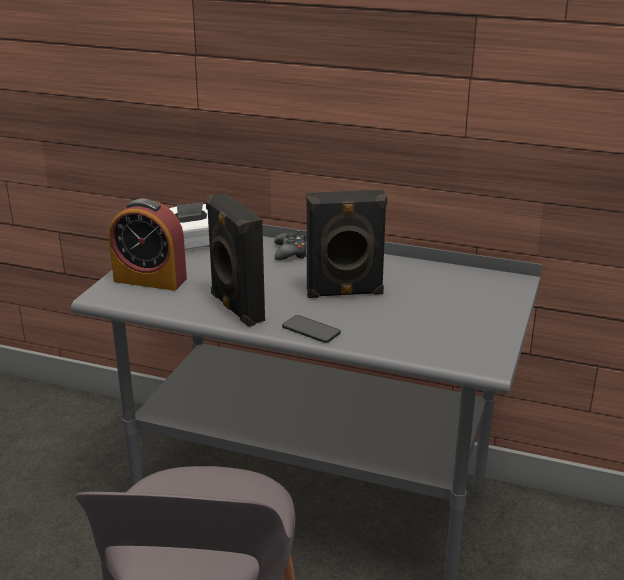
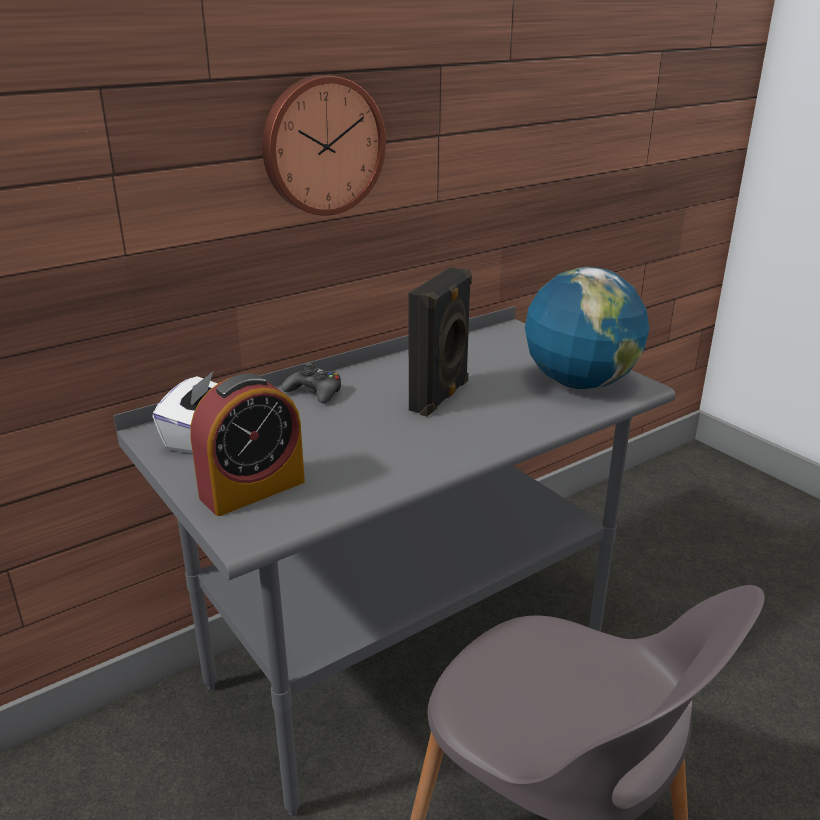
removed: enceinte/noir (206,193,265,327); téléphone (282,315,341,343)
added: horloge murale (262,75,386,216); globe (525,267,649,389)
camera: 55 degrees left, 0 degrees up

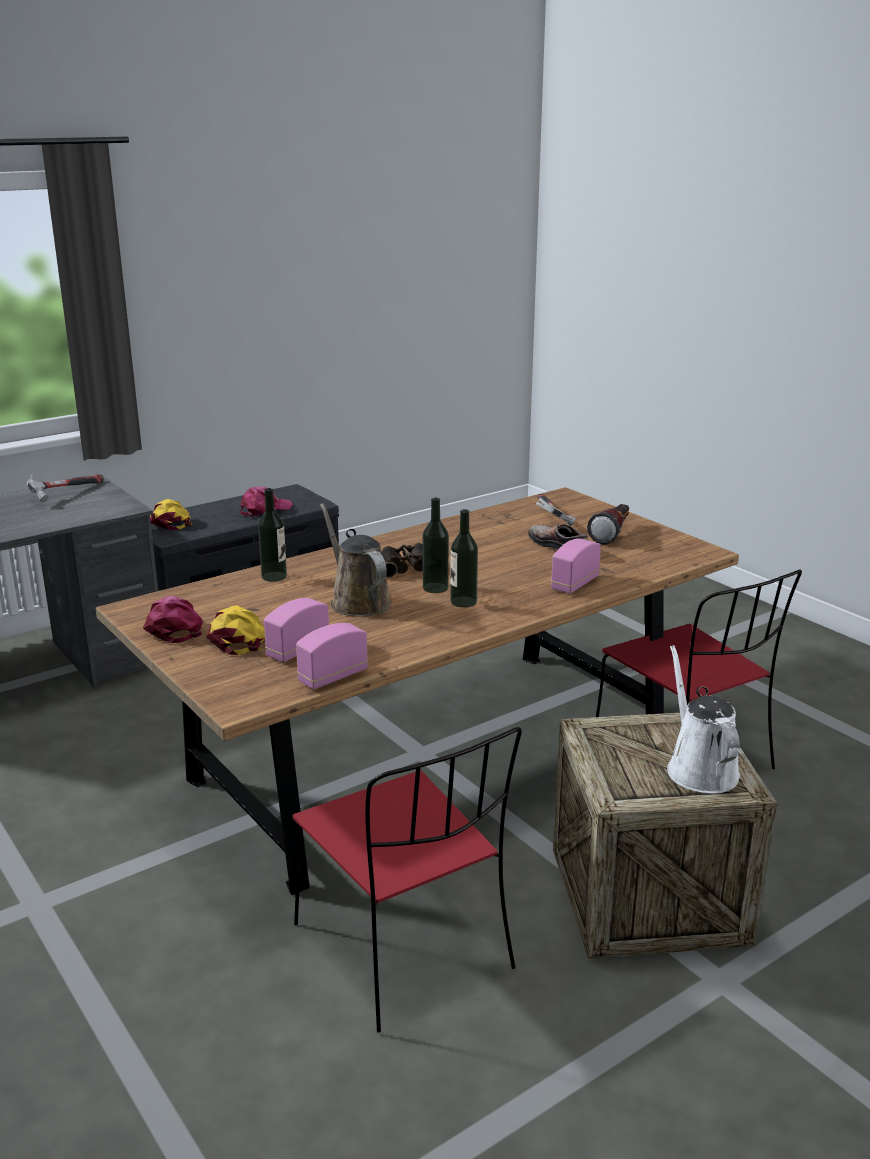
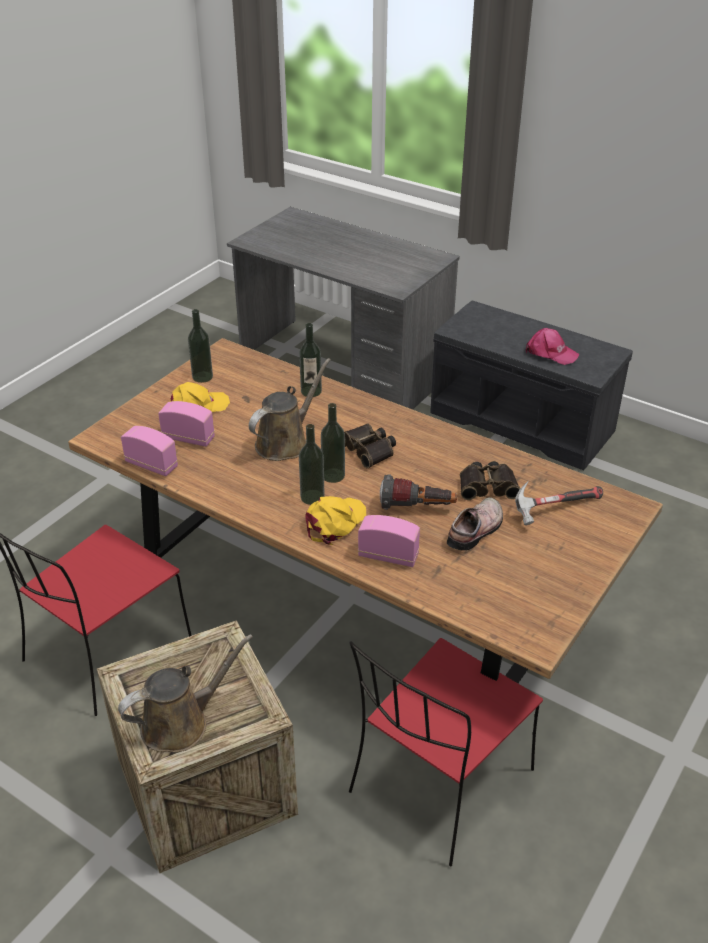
removed: marteau (27,470,104,502)
added: jumelles (460,461,520,500)
moved: casquette/jaune (150,499,192,530) to (305,496,366,545); lampe de poche (587,504,629,544) to (380,474,457,510)
replaced: casquette/rose (143,596,203,643) to bouteille (188,309,213,383)
recoloured: arrosoir/blanc (667,645,740,794) to arrosoir/marron (118,634,253,752)
camera: 70 degrees right, 15 degrees up

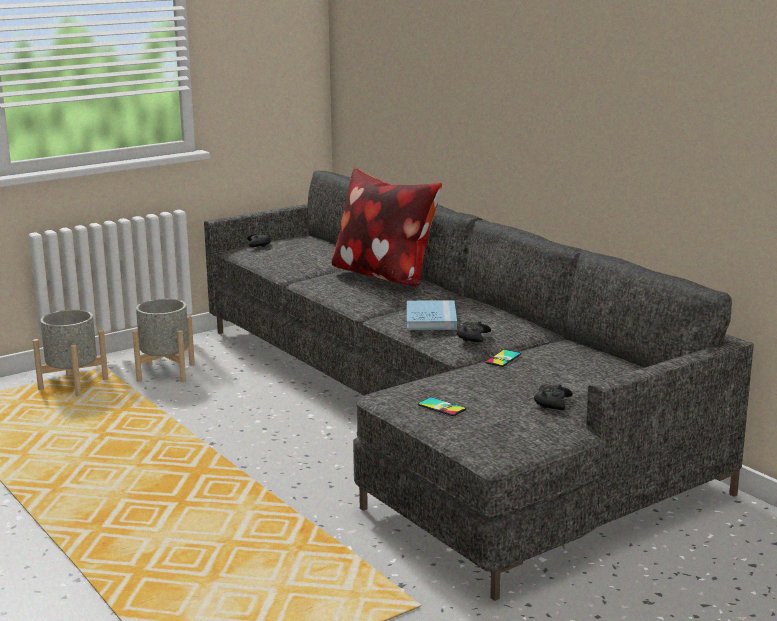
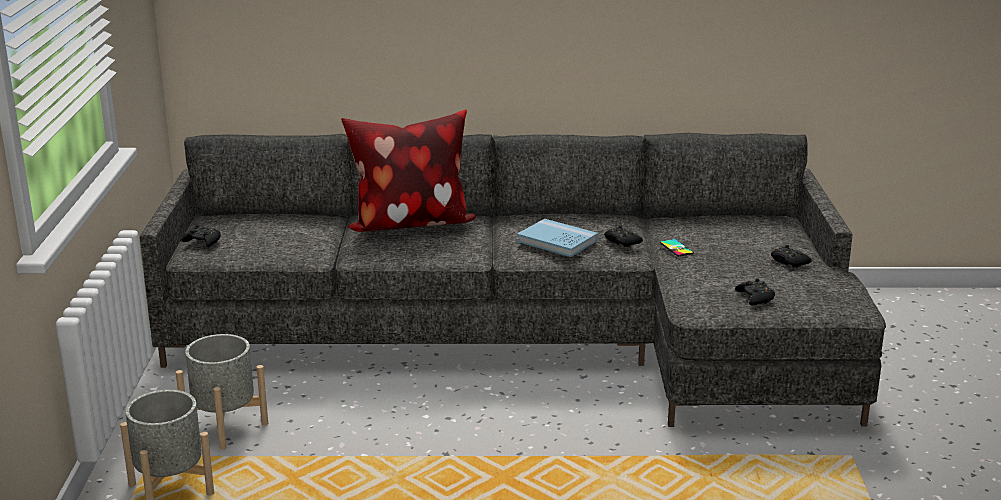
replaced: téléphone (418,397,466,416) to manette/noir (735,278,775,305)
camera: 55 degrees left, 5 degrees up

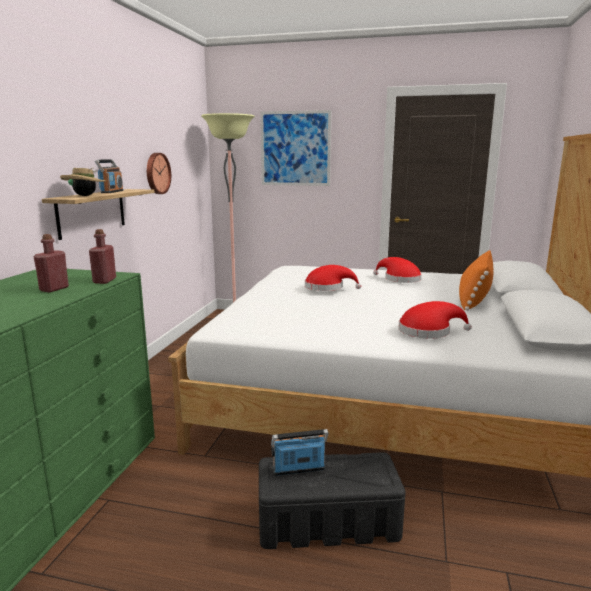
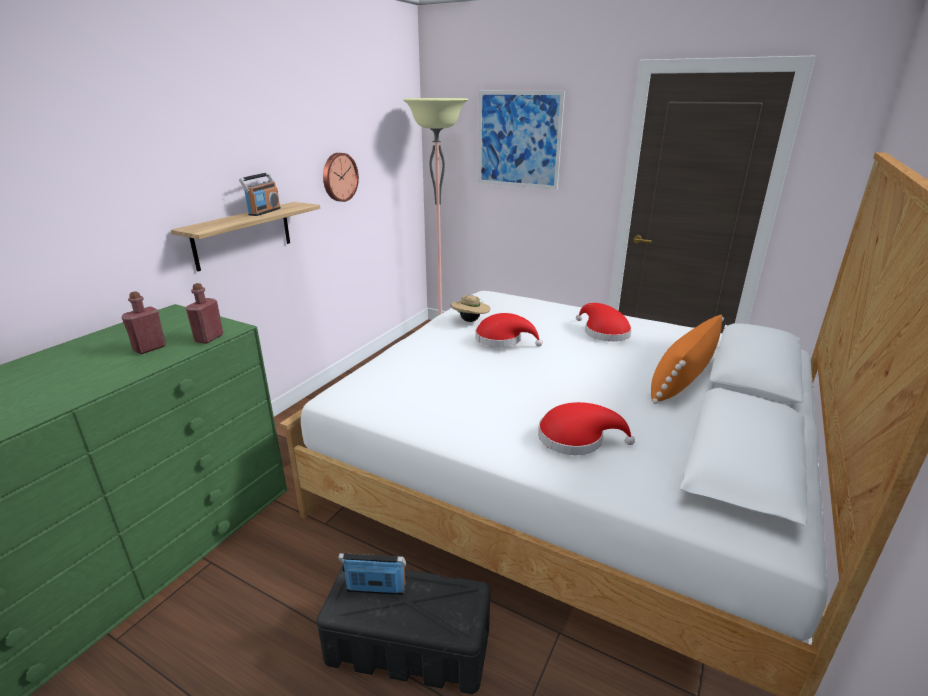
moved: chapeau/beige (60,168,106,196) to (451,295,490,322)
camera: 15 degrees right, 10 degrees up

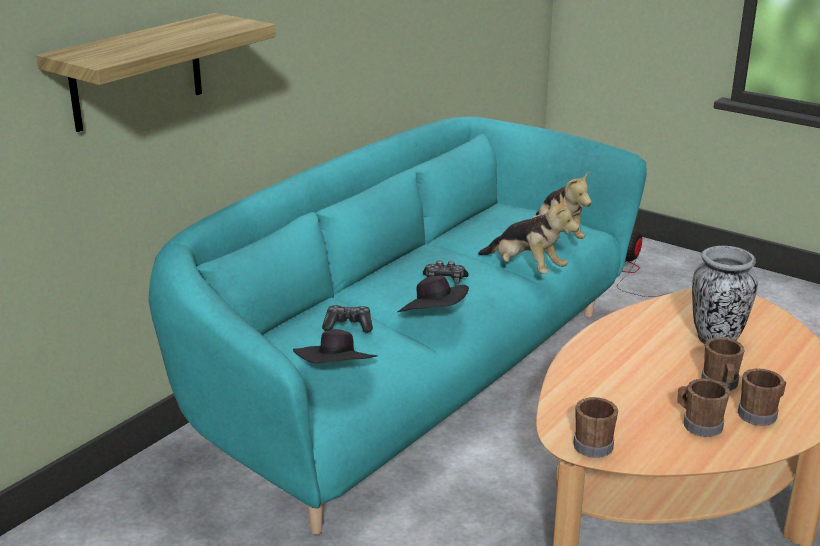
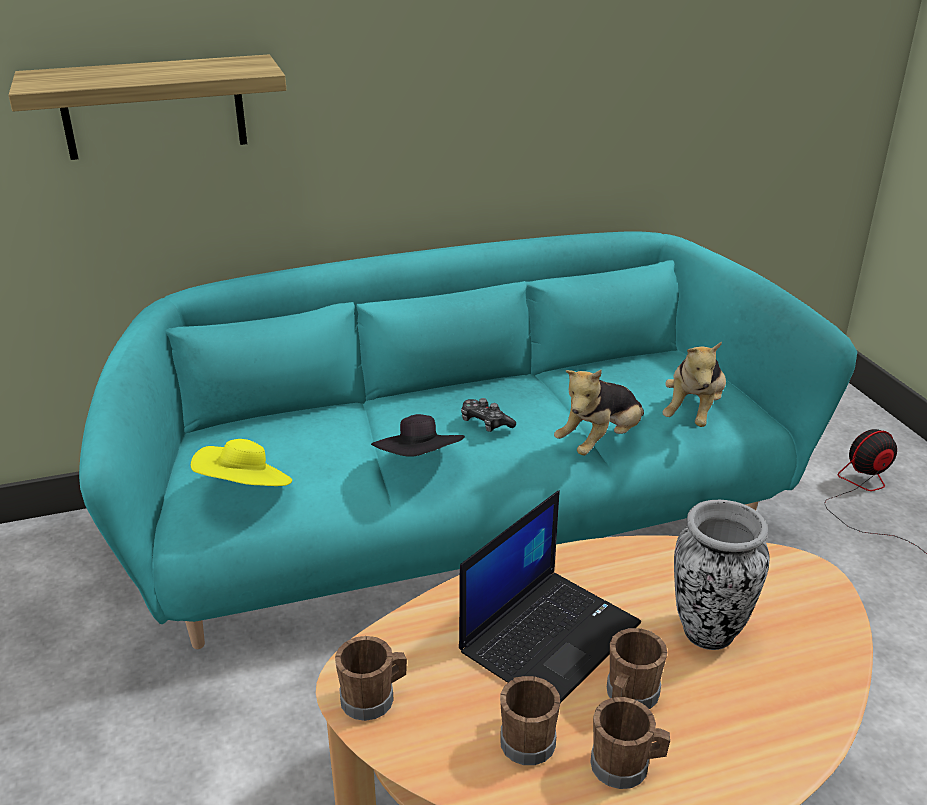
removed: manette (322,305,373,333)
added: ordinateur portable (459,491,641,703)
recoloured: chapeau/noir (293,329,378,363) to chapeau/jaune (191,439,292,486)
turned: peluche (478,196,579,274) = (554,370,644,455) 60 degrees clockwise
camera: 35 degrees right, 5 degrees up

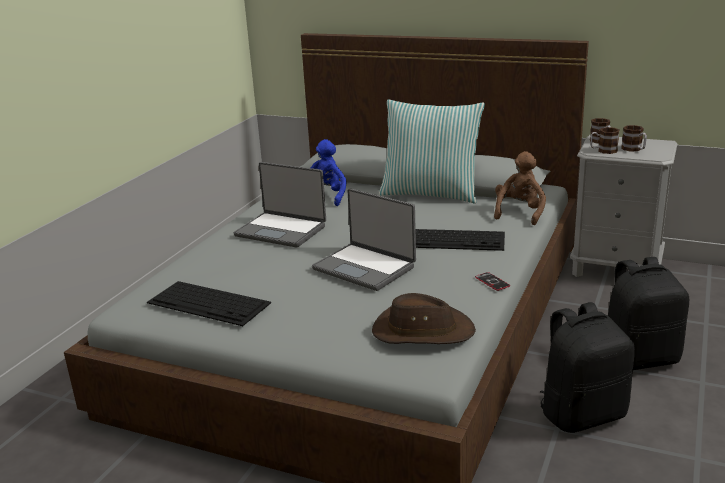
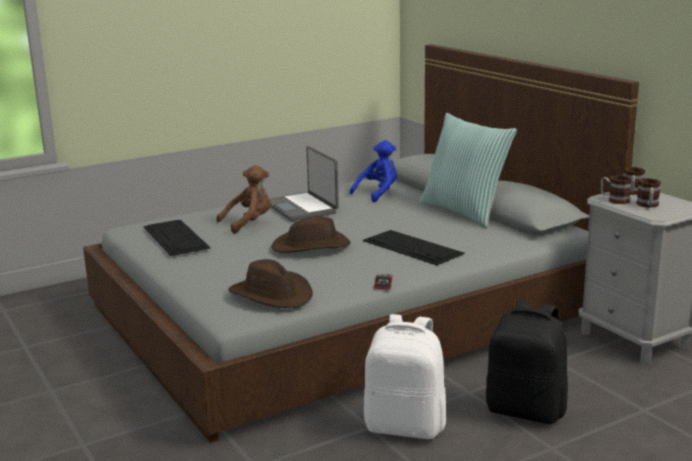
moved: peluche/marron (494,151,546,225) to (216,165,271,234)
replaced: ordinateur portable (312,188,416,291) to chapeau/marron (271,216,350,253)
recoloured: sac à dos/noir (540,302,635,433) to sac à dos/blanc (364,314,446,439)
camera: 35 degrees right, 5 degrees down

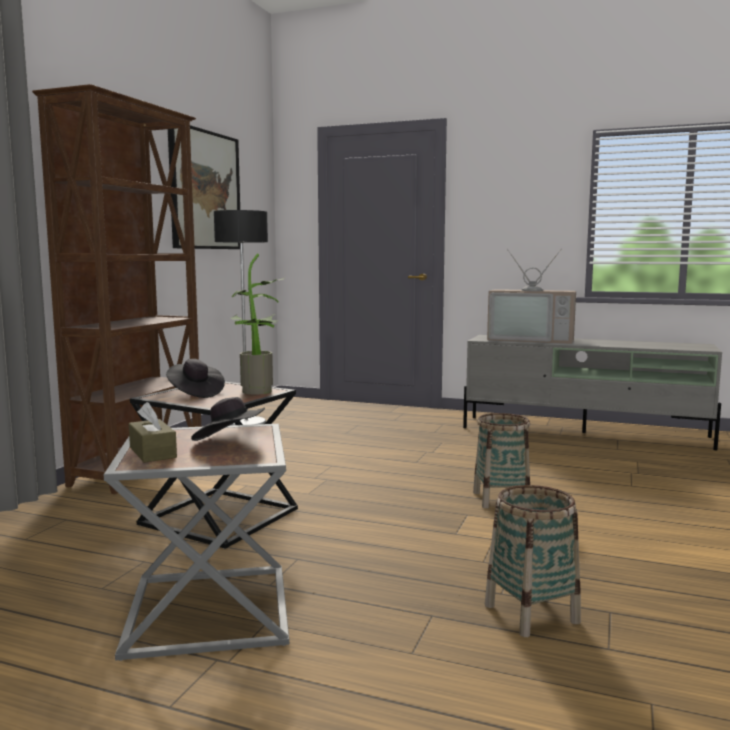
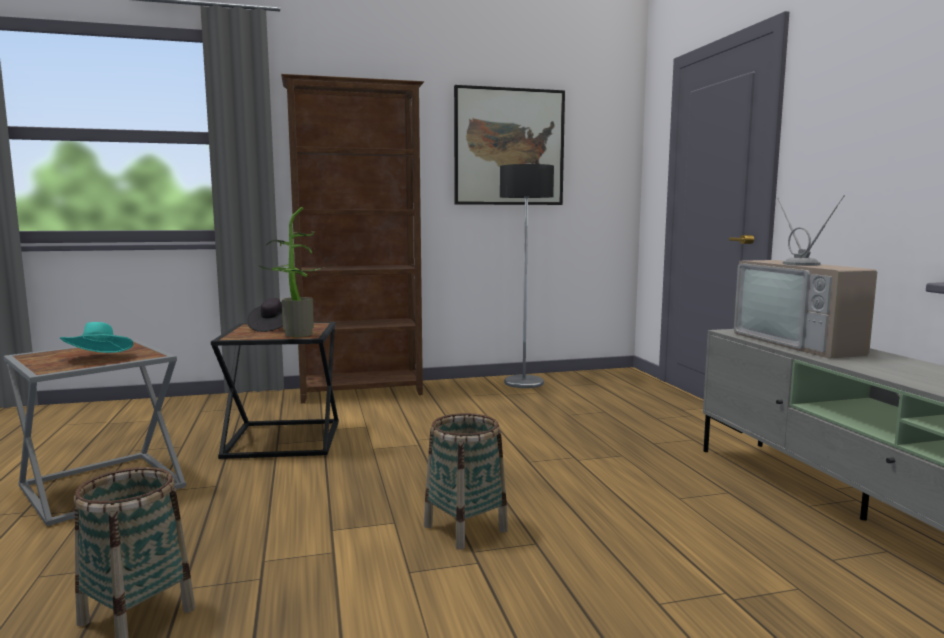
removed: boîte à mouchoirs/marron (129,402,177,463)
recoloured: chapeau/noir (191,397,265,441) to chapeau/turquoise (60,322,133,353)
camera: 55 degrees right, 0 degrees up

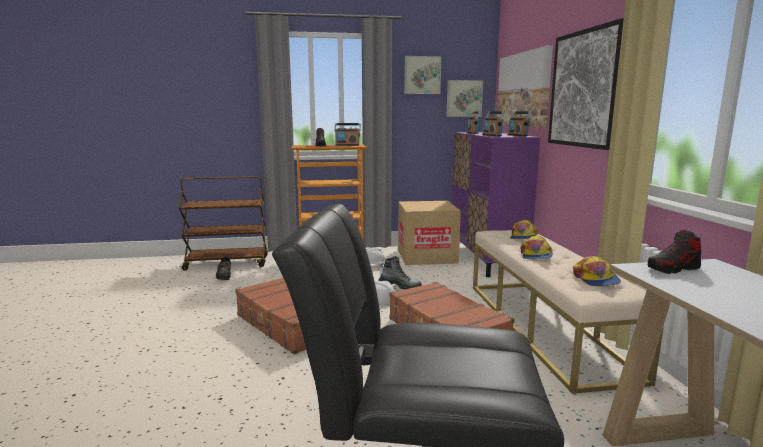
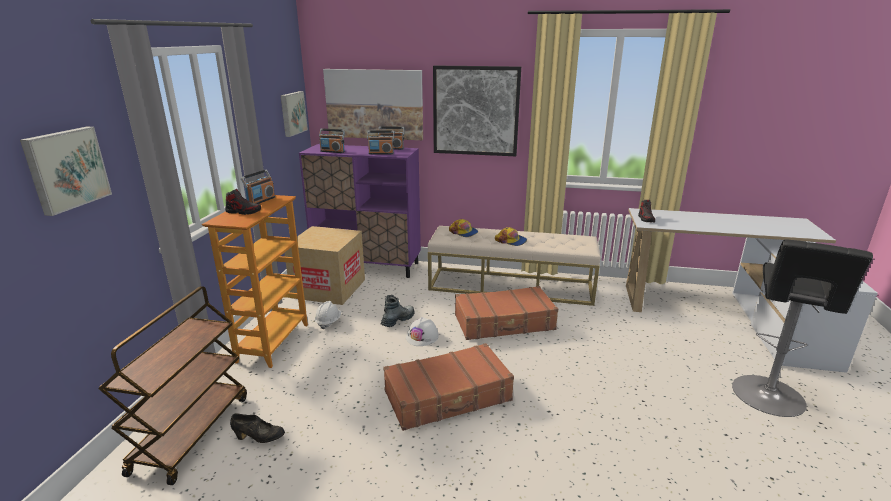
removed: casquette (573,256,621,286)
moved: tableau (404,56,441,94) to (20,127,112,216)
camera: 70 degrees left, 10 degrees up

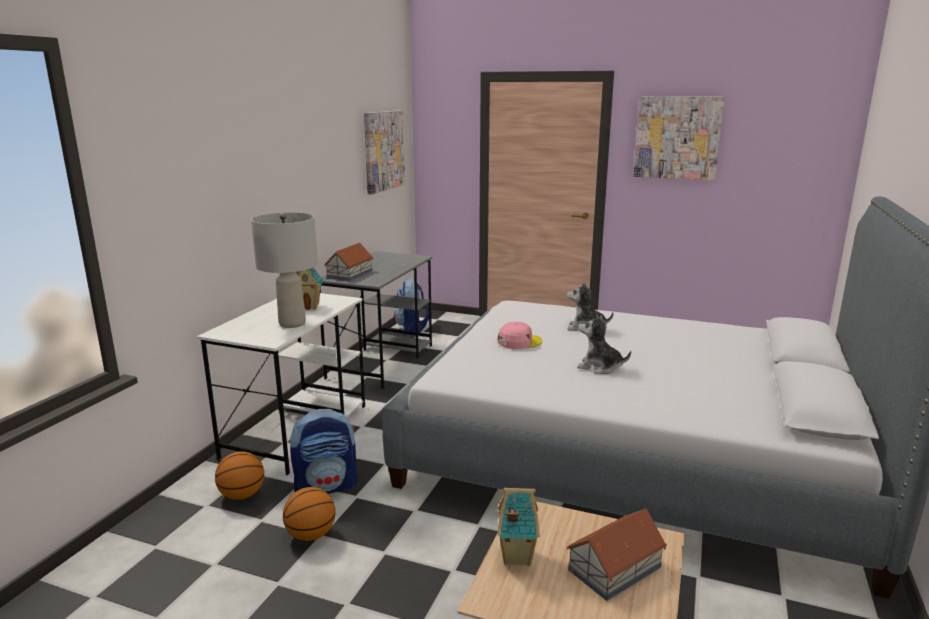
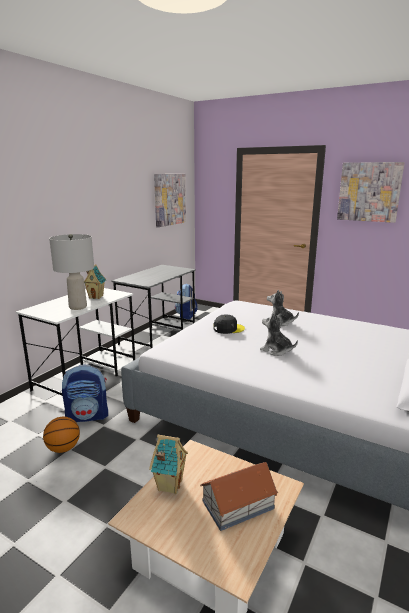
removed: maison miniature (324,243,373,281); ballon de basket (215,451,264,500)
recoloured: casquette/rose (498,322,542,349) to casquette/noir (213,315,245,334)
camera: 10 degrees right, 0 degrees up

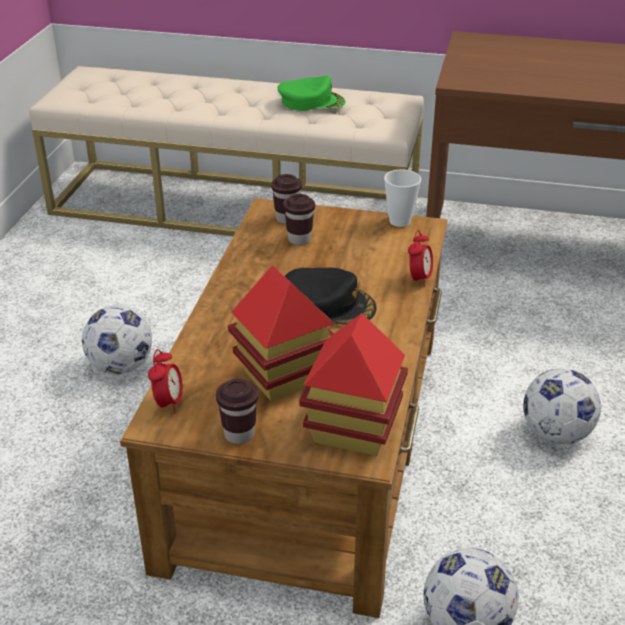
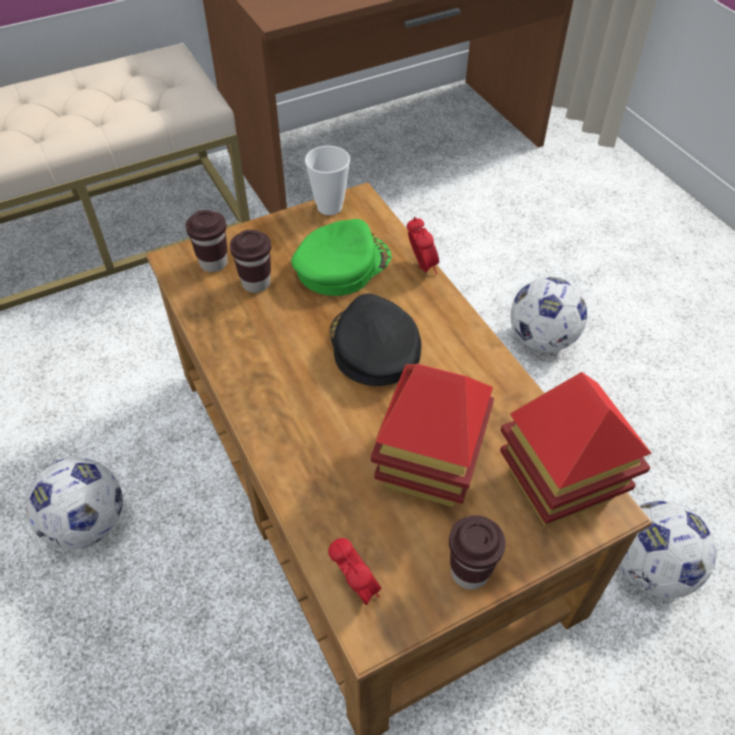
moved: casquette/vert (277,76,345,111) to (291,219,391,296)
turned: casquette/noir (285,268,377,325) = (330,293,421,386) 90 degrees counterclockwise
camera: 40 degrees left, 15 degrees up

